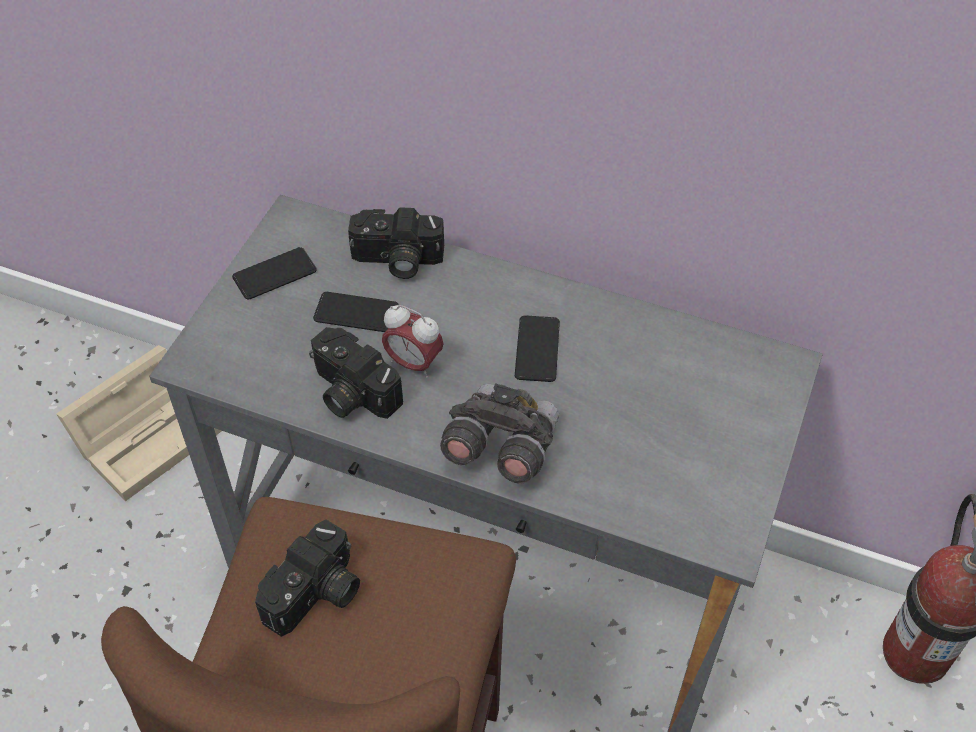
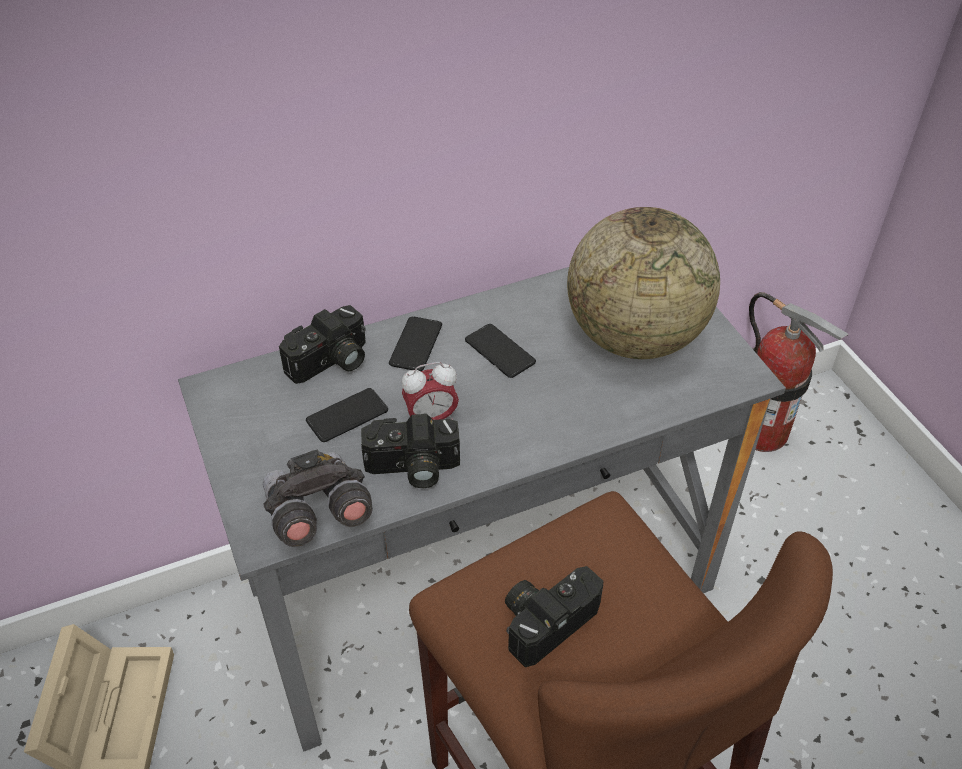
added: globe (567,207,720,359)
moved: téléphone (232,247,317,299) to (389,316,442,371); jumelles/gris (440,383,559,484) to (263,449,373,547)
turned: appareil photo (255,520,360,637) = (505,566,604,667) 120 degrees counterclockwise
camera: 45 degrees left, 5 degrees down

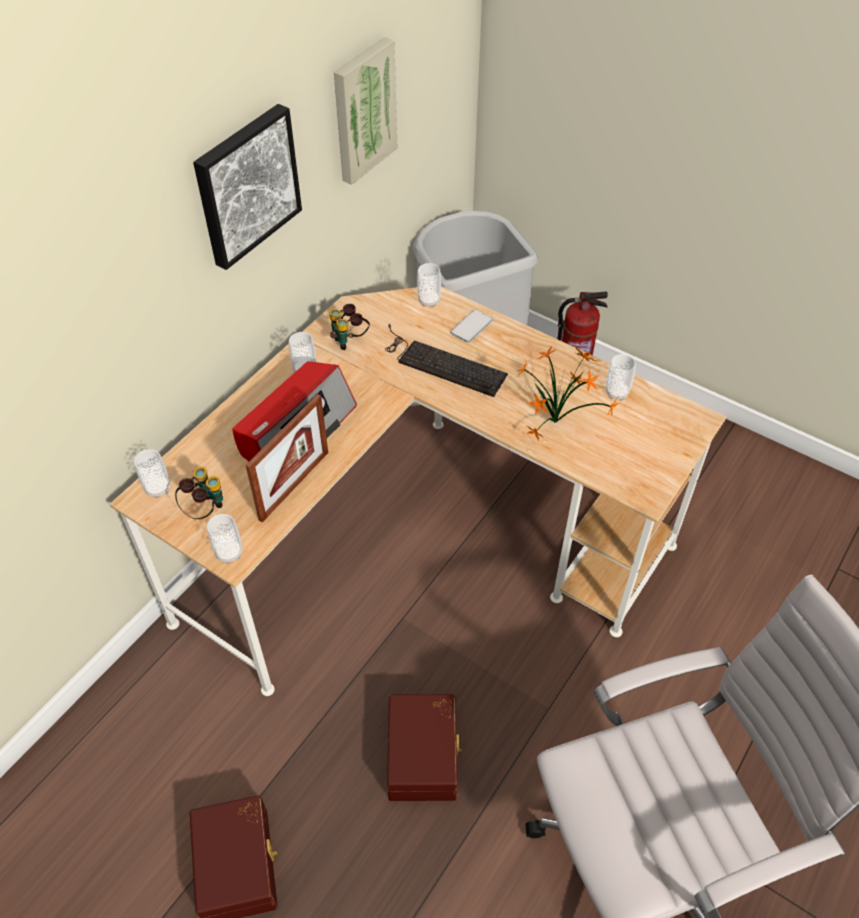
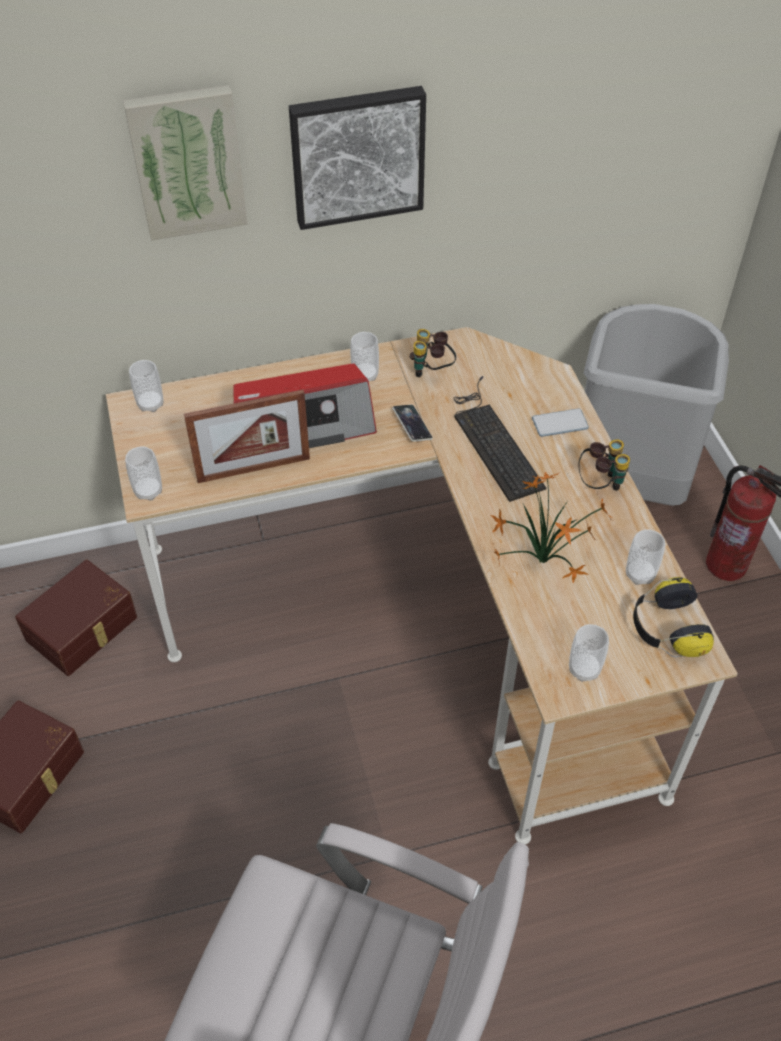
added: téléphone (392,405,433,442); casque audio (633,577,714,657)
moved: tableau (334,37,397,185) to (123,85,248,241); tasse (417,263,441,307) to (569,624,609,682); jumelles (175,467,223,519) to (579,439,630,491); boîte de rangement/marron (387,694,462,801) to (15,560,137,676)
camera: 40 degrees right, 0 degrees up

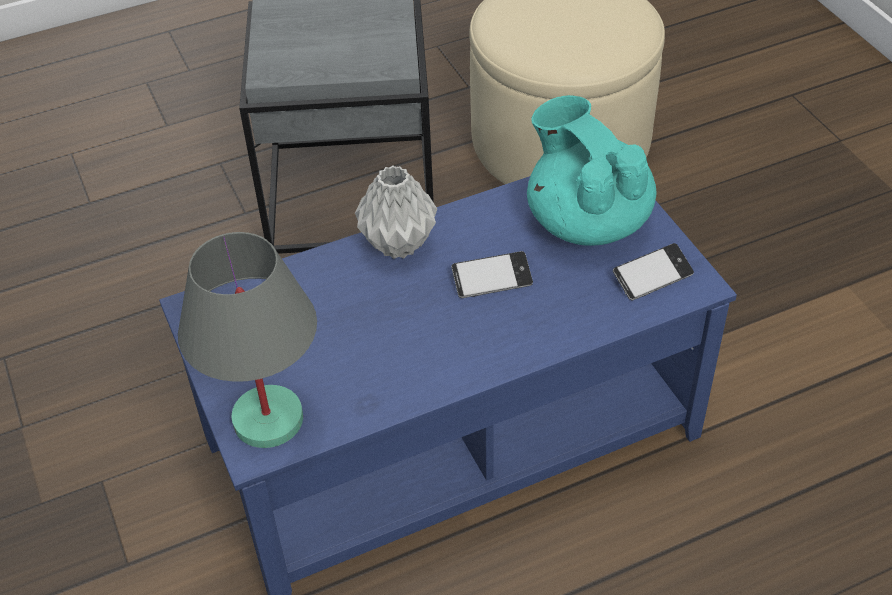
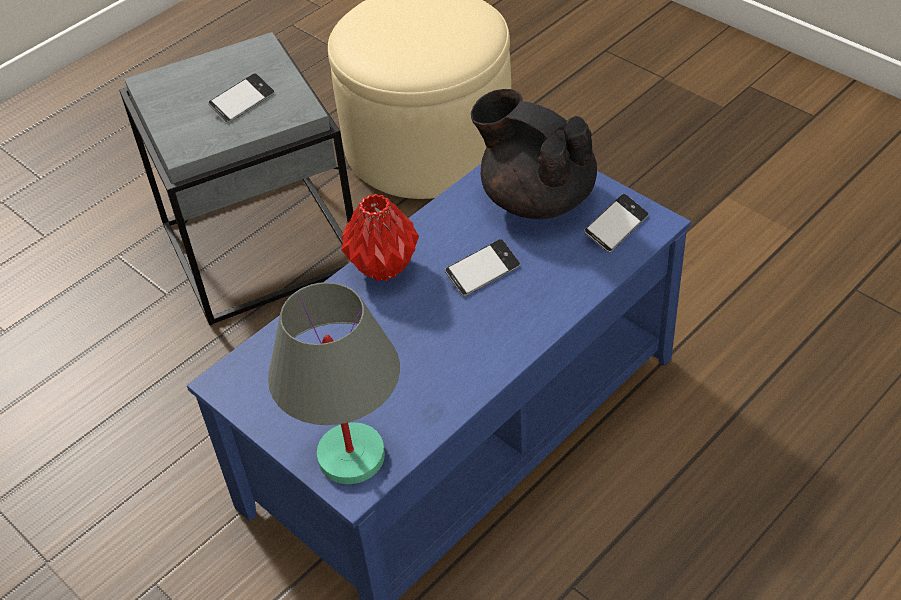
added: téléphone (208,73,274,123)
recoloured: théière/turquoise (527,95,656,246) to théière/noir (471,89,597,219); vase/gris (355,165,437,259) to vase/rouge (341,194,419,281)
camera: 20 degrees left, 0 degrees up

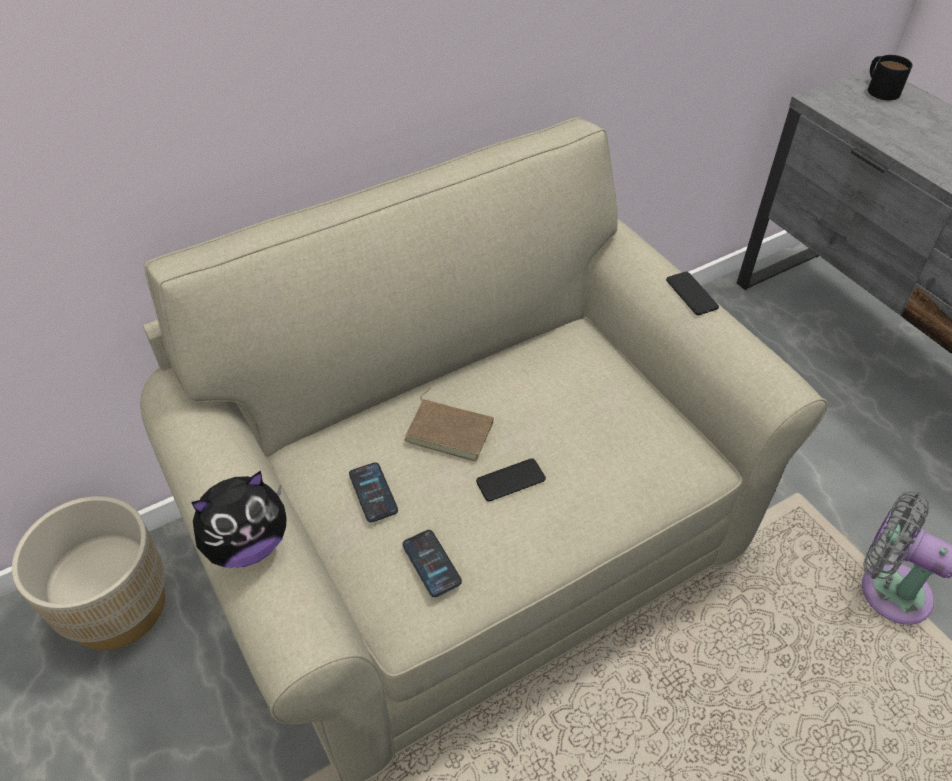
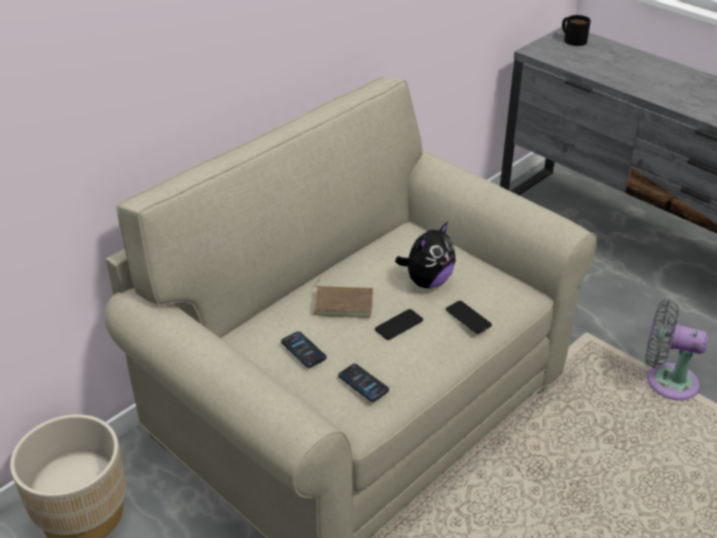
moved: téléphone (666,271,719,315) to (446,301,492,334); peluche (191,471,287,568) to (395,221,456,288)
camera: 15 degrees left, 10 degrees down

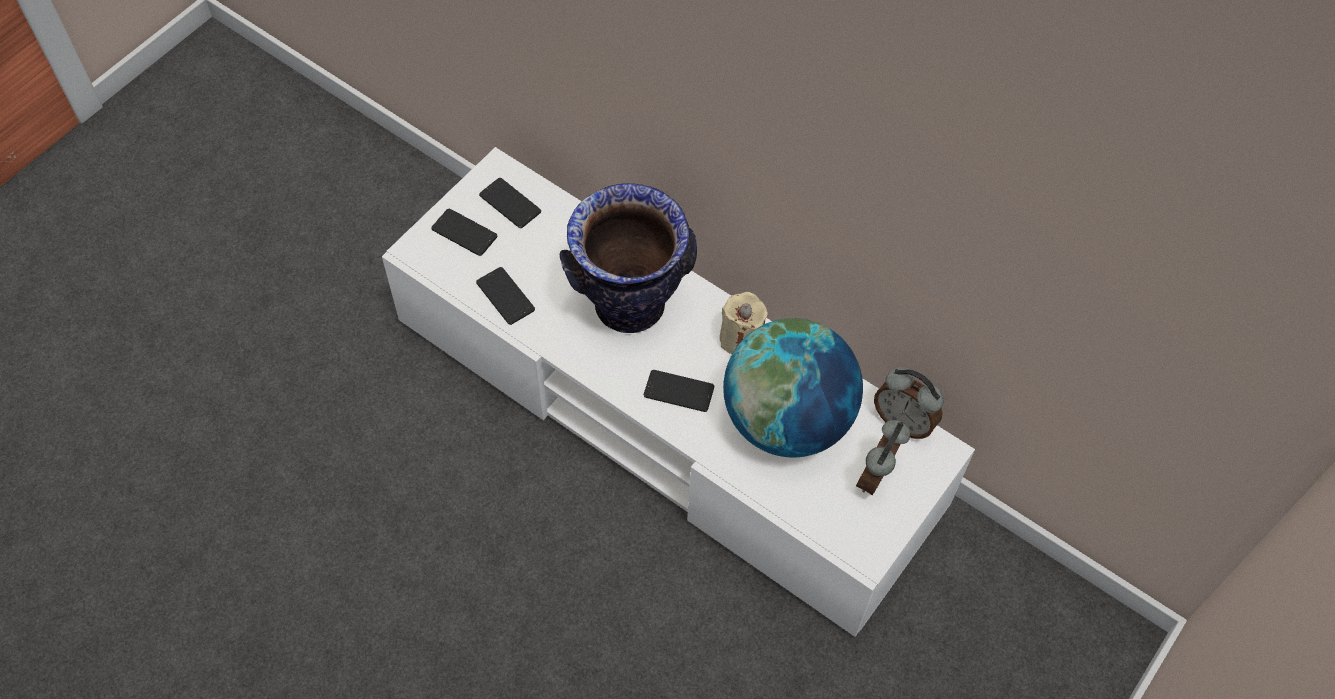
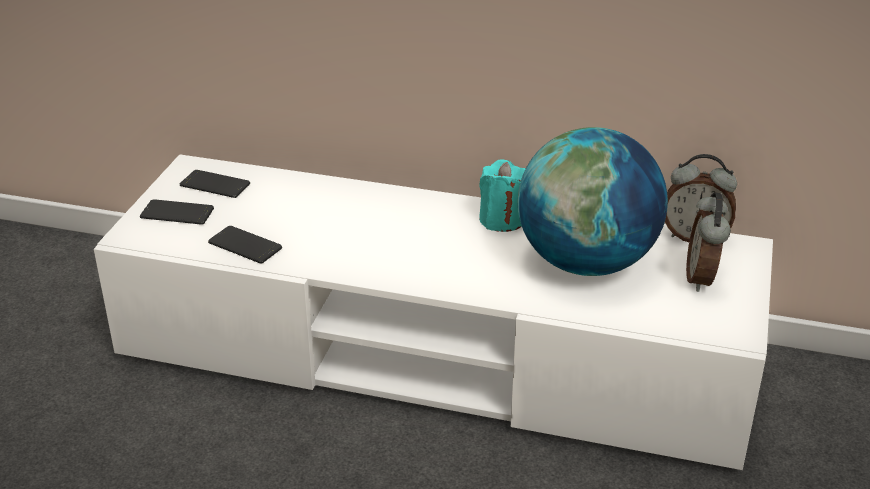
removed: vase (560,183,697,333); téléphone (644,370,714,412)
recoloured: bougie/beige (720,292,768,354) to bougie/turquoise (479,159,525,232)
camera: 20 degrees left, 25 degrees down

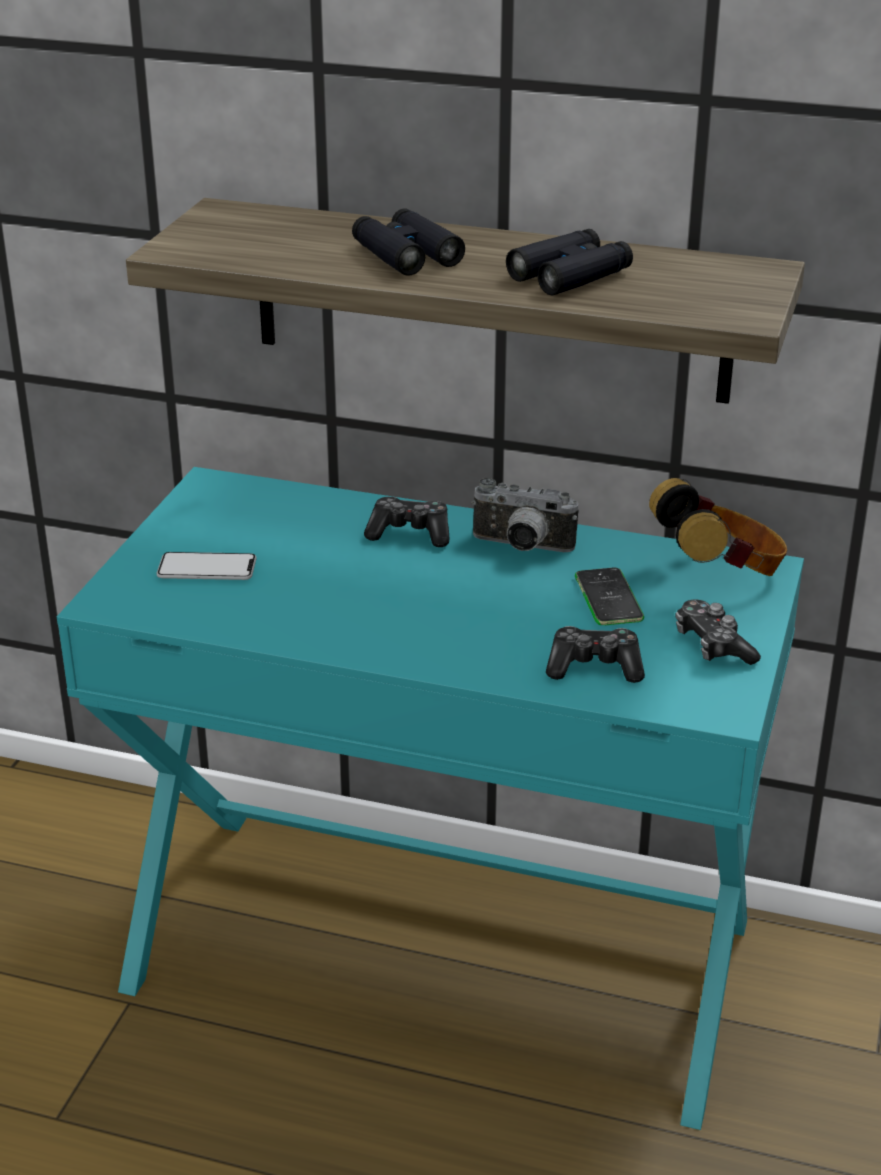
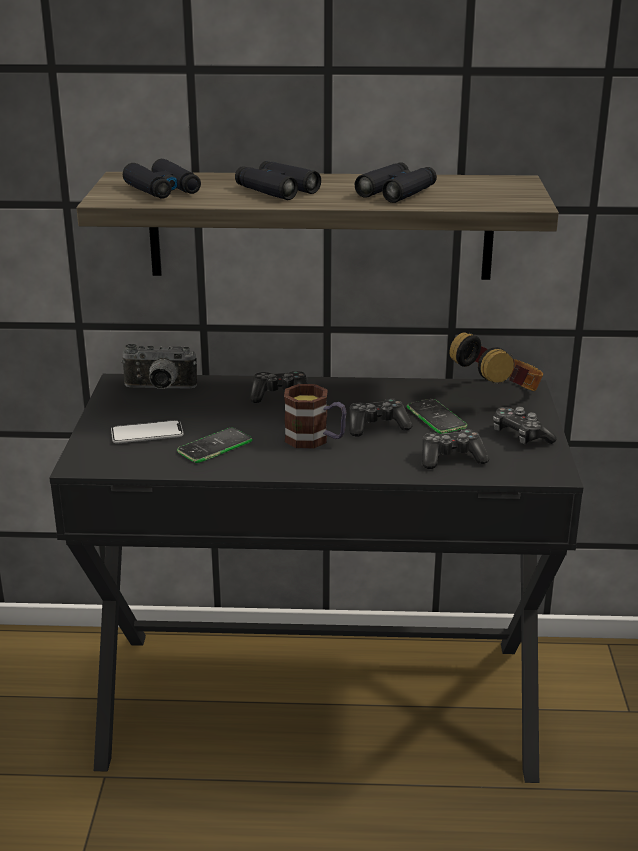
added: jumelles/noir (123,159,201,199); mug (284,384,347,449); manette (349,399,413,437); téléphone (177,428,252,463)
moved: appareil photo (471,478,579,552) to (121,344,197,389)
recoloured: bureau/turquoise (57,467,804,1130) to bureau/noir (49,374,584,783)
camera: 15 degrees left, 5 degrees down

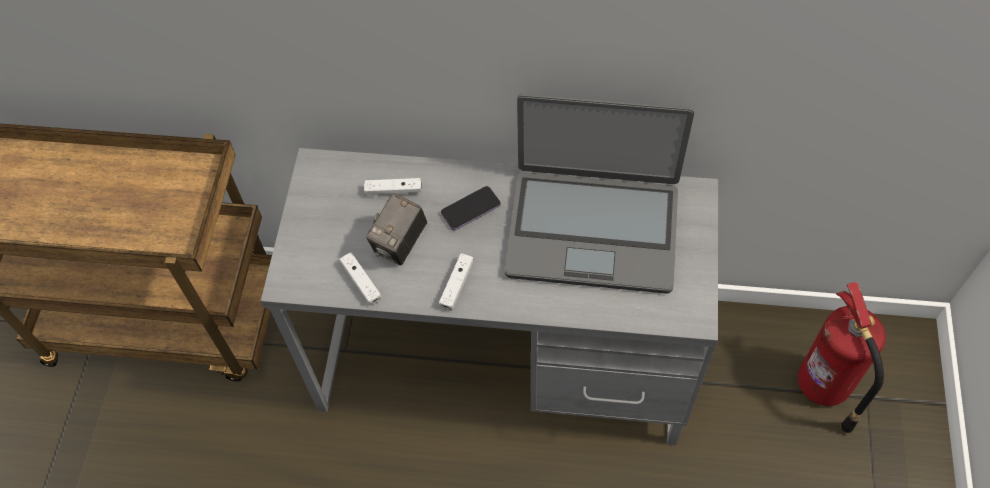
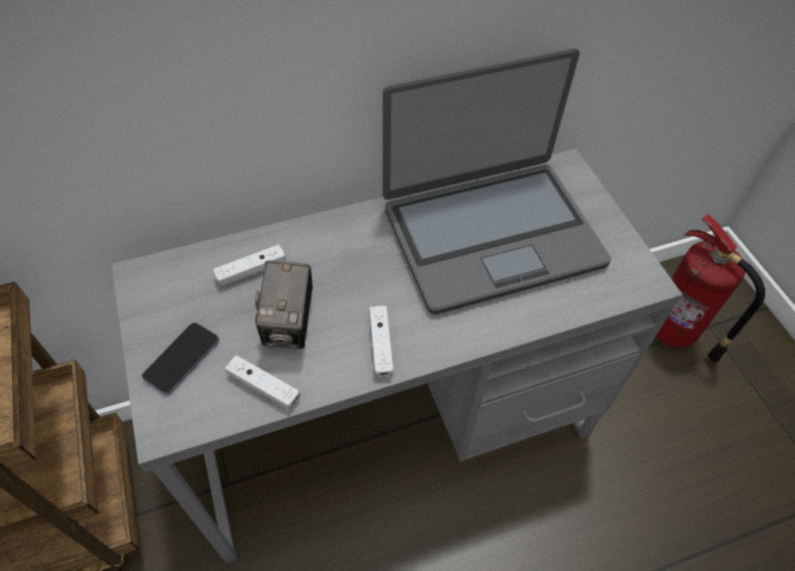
moved: téléphone (441,186,501,230) to (142,323,219,395)
camera: 30 degrees left, 5 degrees down

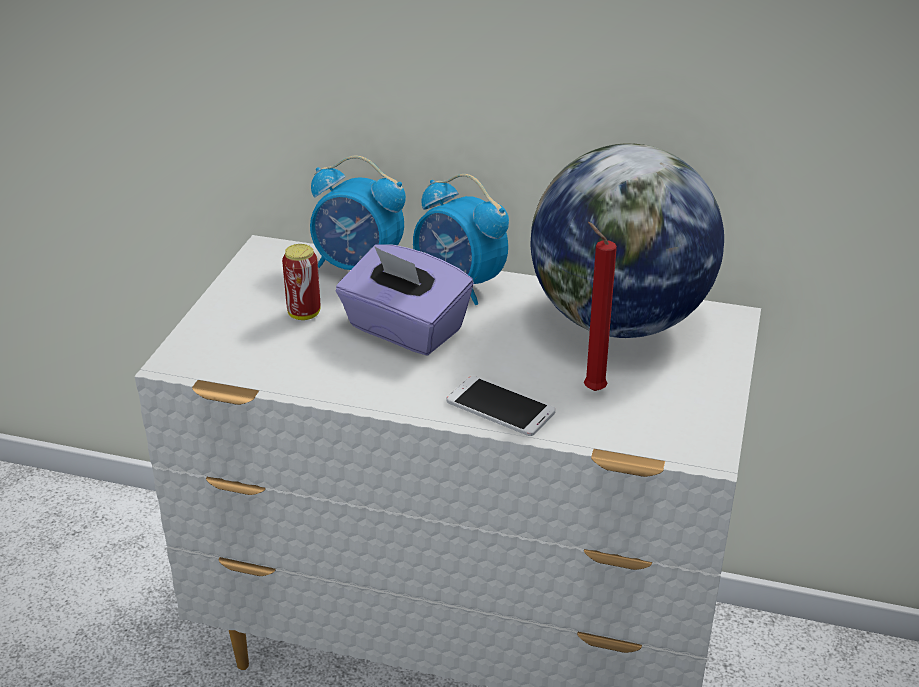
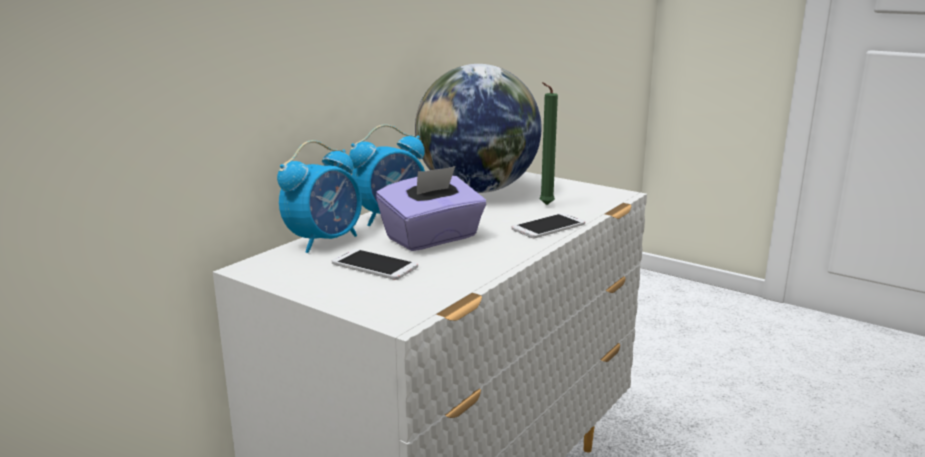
replaced: boîte métallique (282,244,321,320) to téléphone (332,249,418,280)
recoloured: bougie/rouge (584,222,617,391) to bougie/vert (540,82,558,205)
camera: 70 degrees left, 15 degrees down

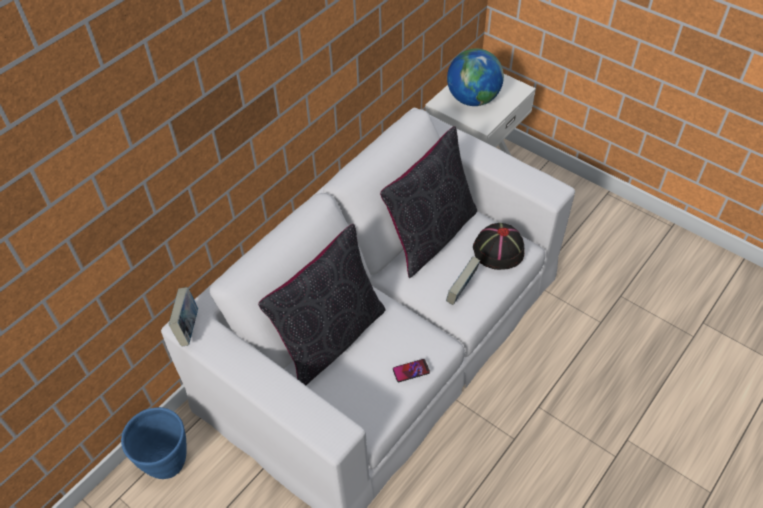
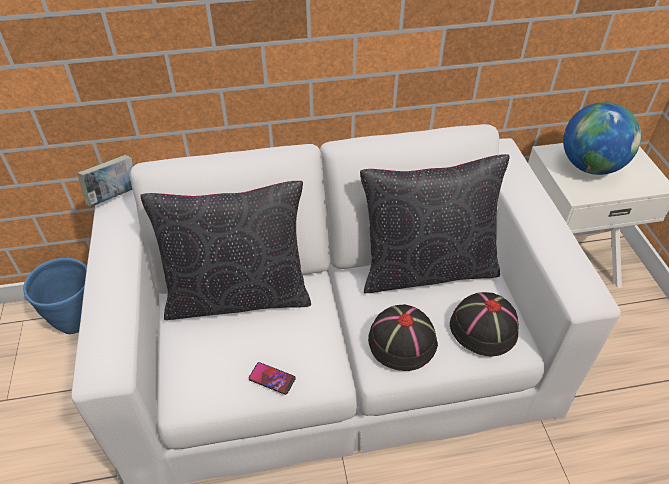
replaced: livre (446,256,480,305) to chapeau/noir (368,304,438,371)
camera: 40 degrees right, 5 degrees down

